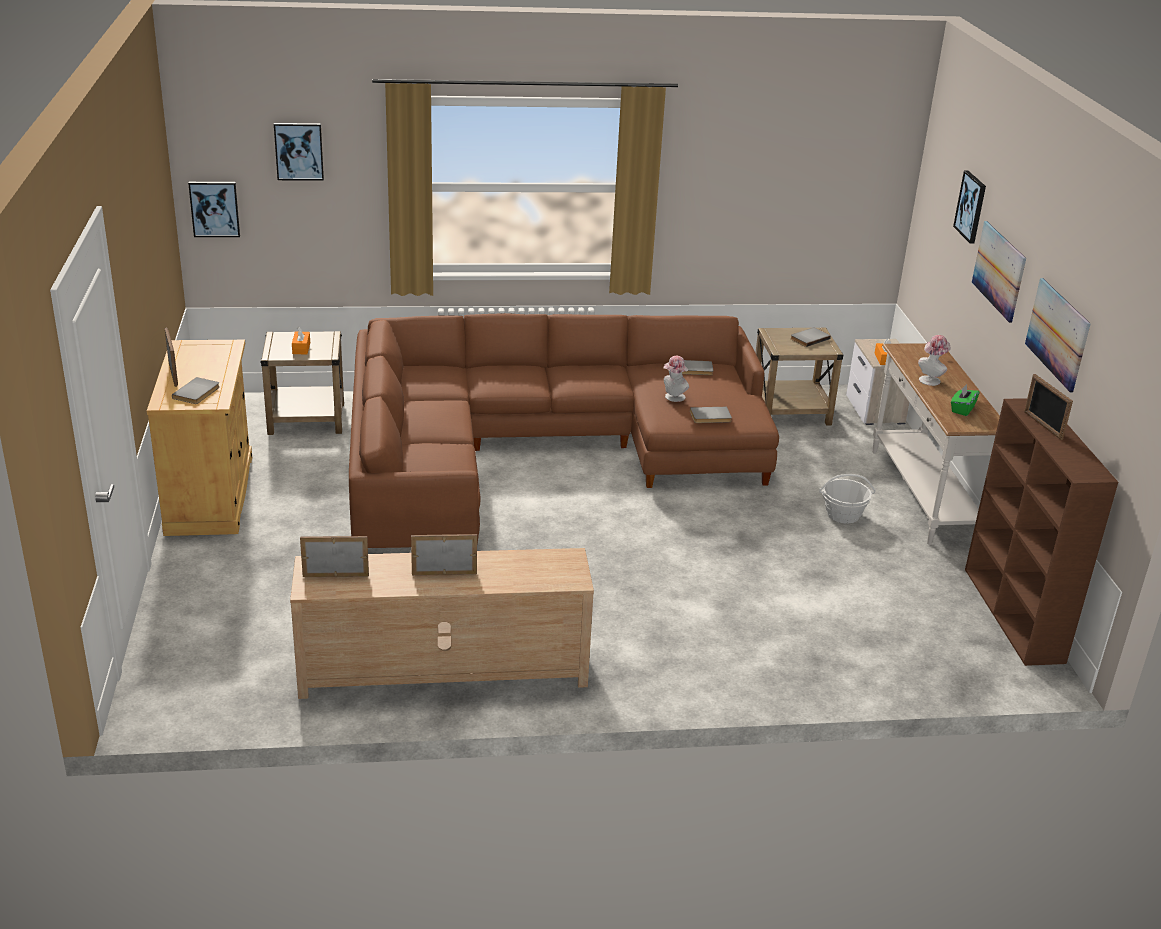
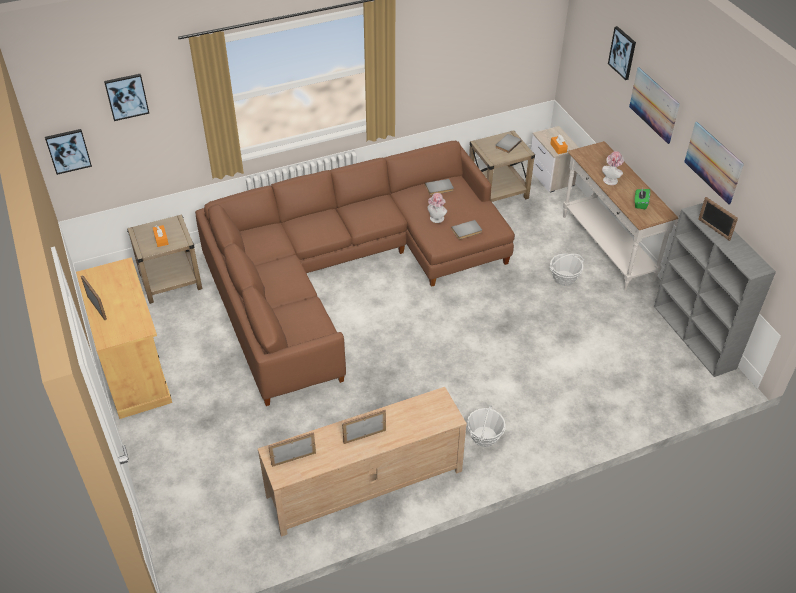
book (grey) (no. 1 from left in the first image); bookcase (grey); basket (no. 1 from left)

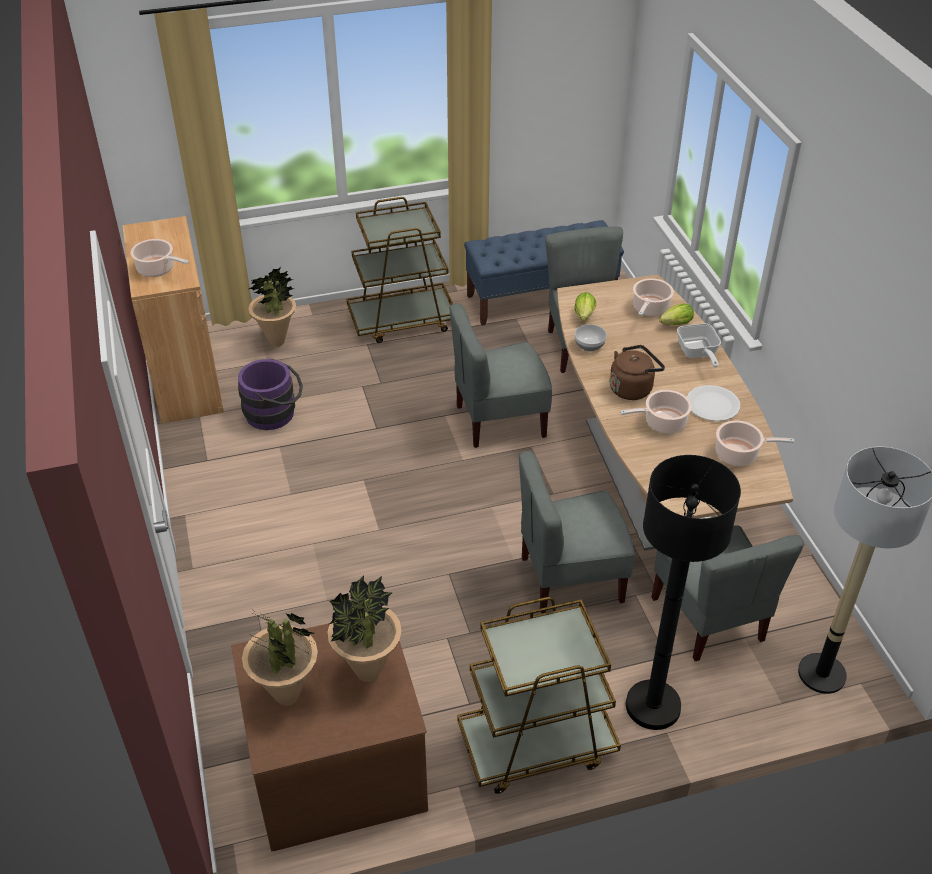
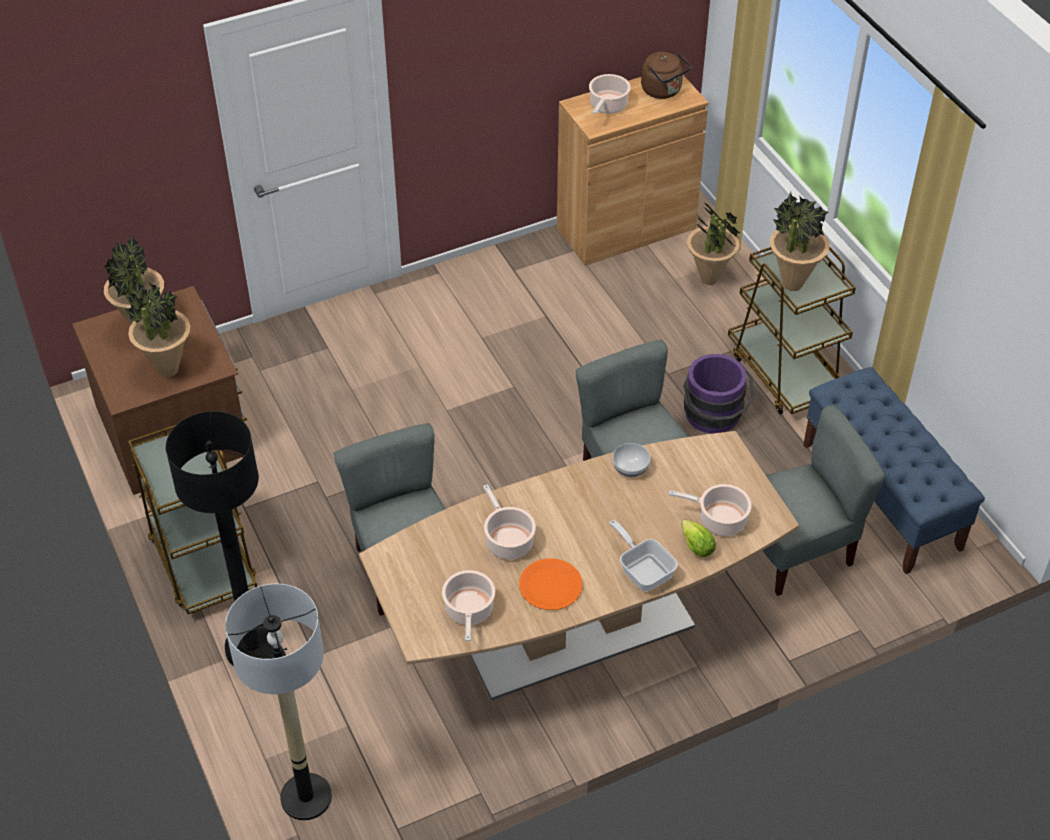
lettuce (no. 1 from left in the first image); frying pan; kettle (brown); bucket (purple); plate (orange); chair (grey) (no. 4 from left in the first image); potted plant (no. 4 from left)

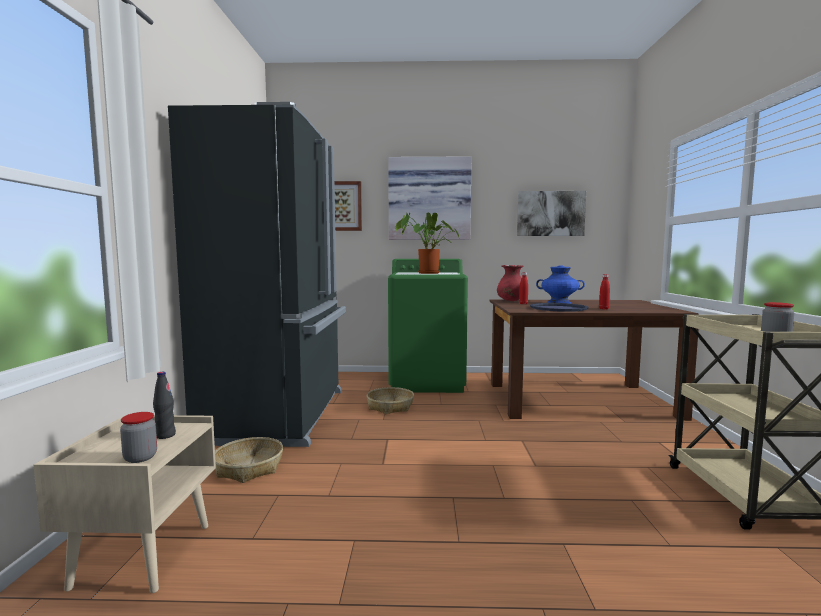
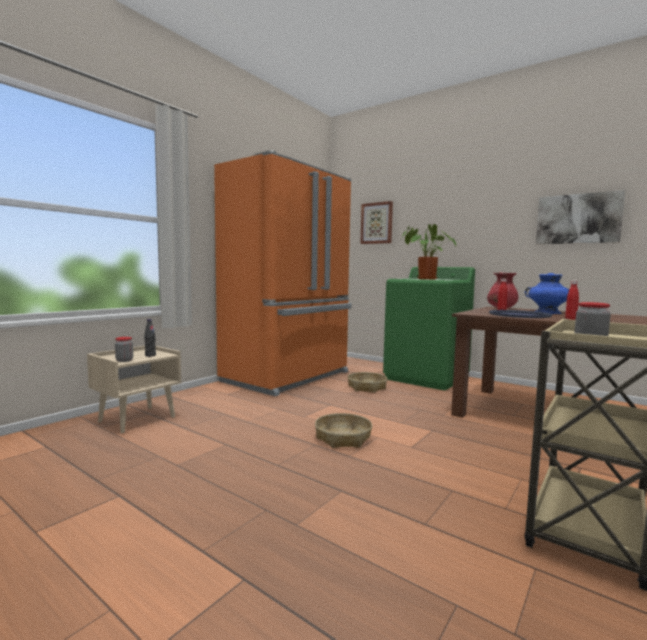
fridge (orange); picture (no. 2 from left in the first image); basket (no. 1 from left)

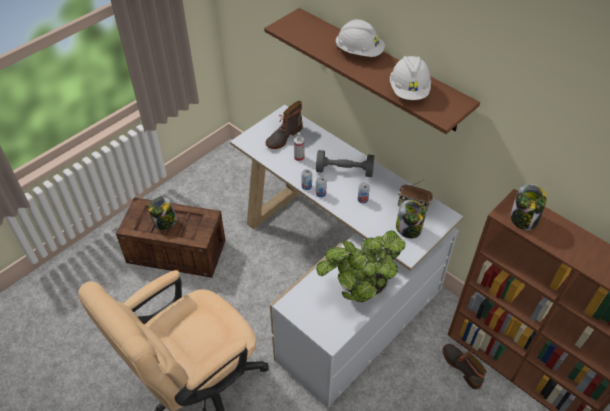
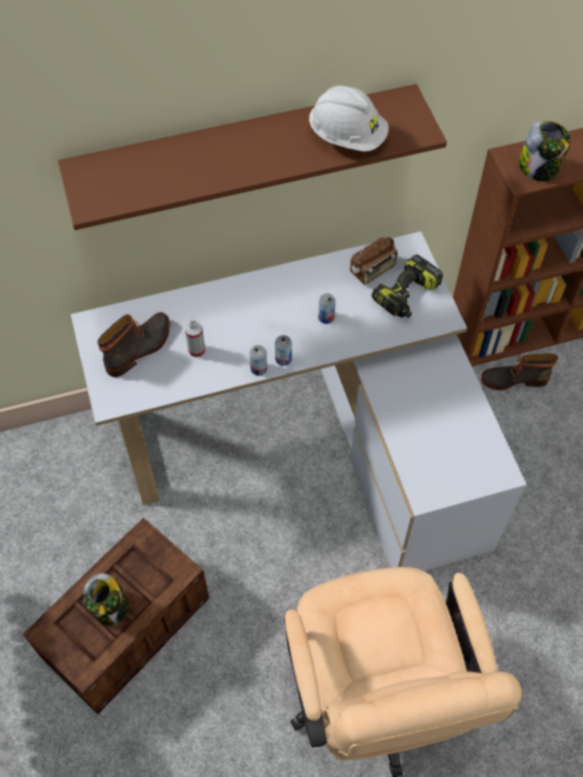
hard hat (white) (no. 1 from left in the first image); boot (no. 1 from left); dumbbell (grey); power drill; potted plant

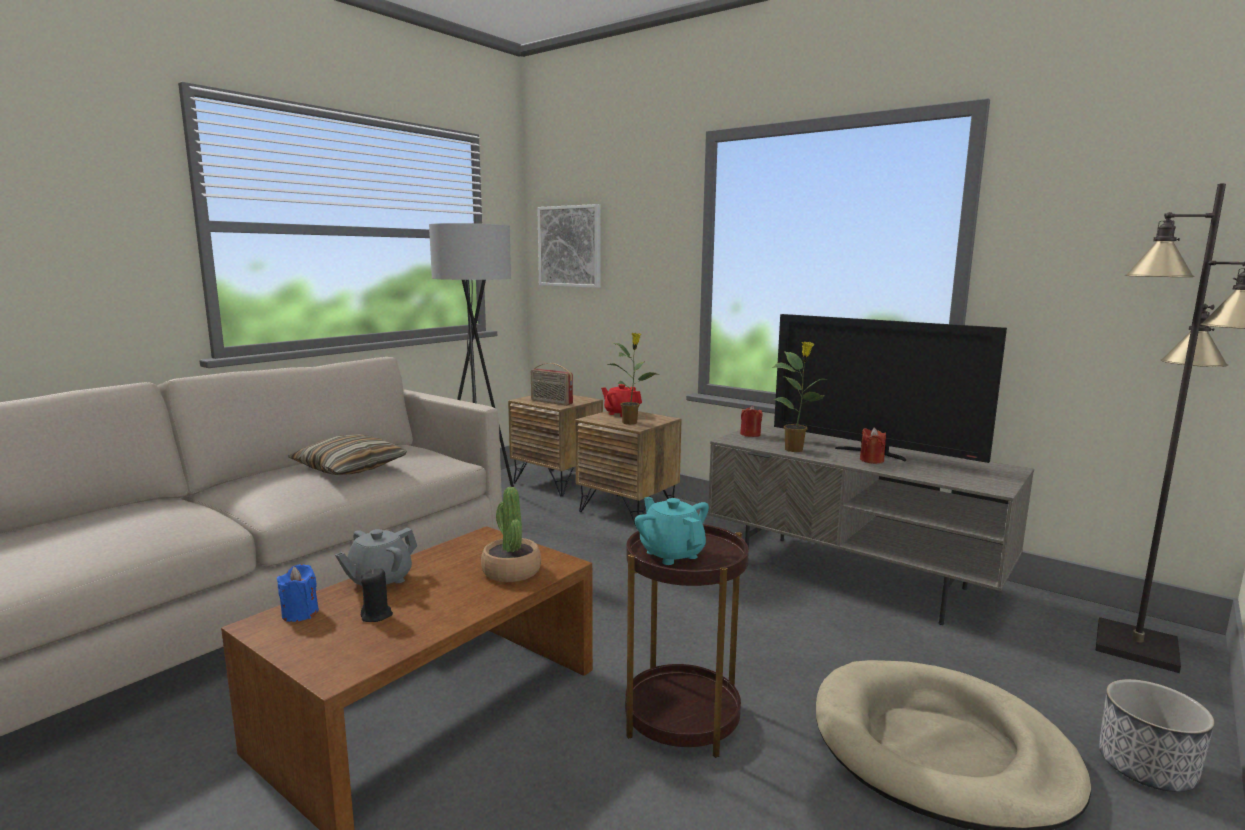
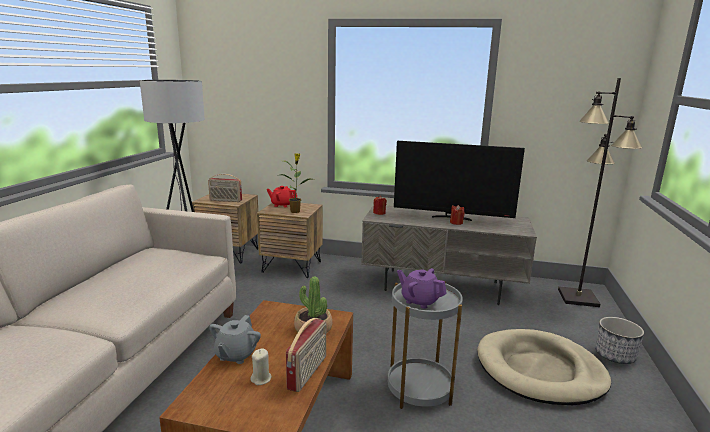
picture; potted plant (no. 3 from left in the first image); pillow; teapot (purple); side table (grey); candle (blue); candle (beige); radio (no. 2 from left)

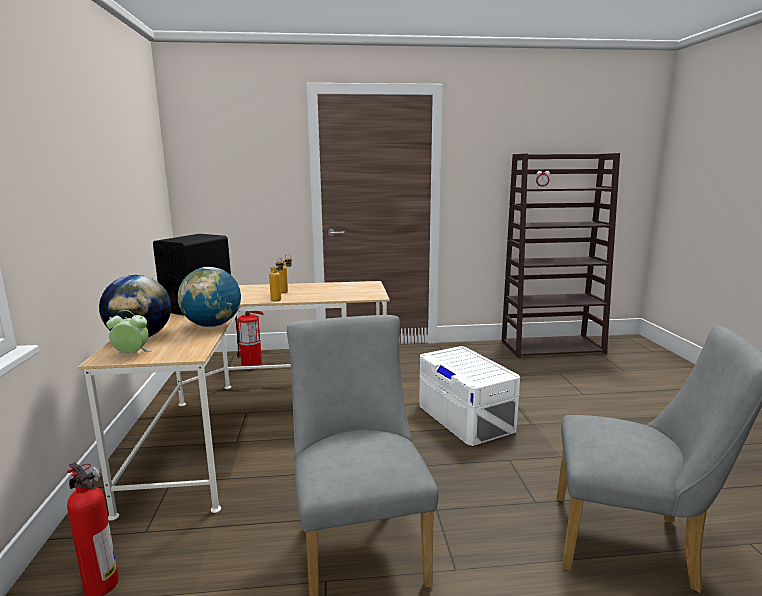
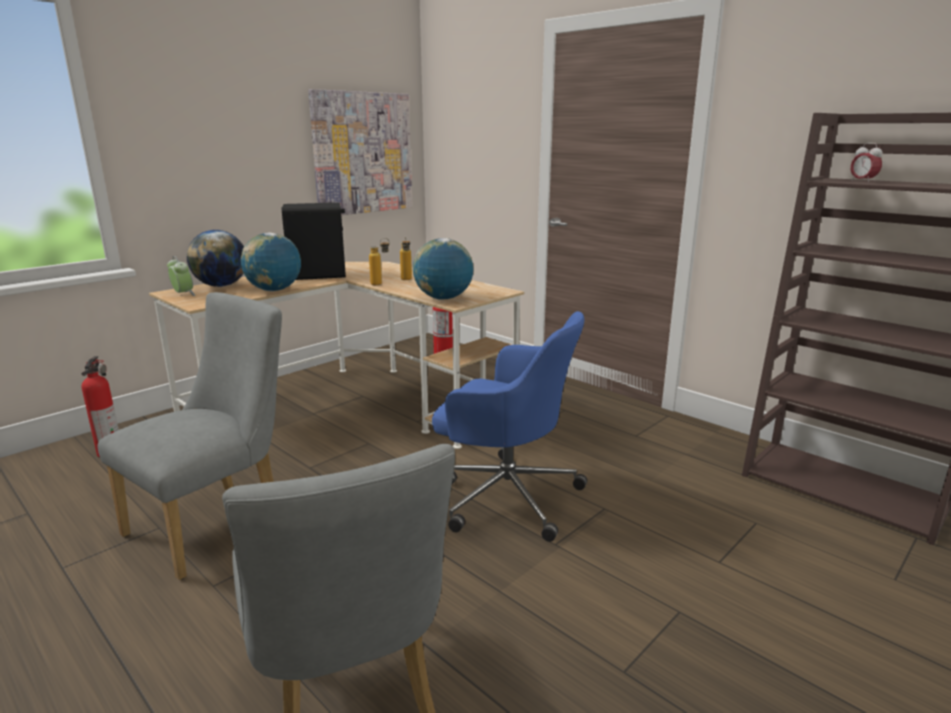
office chair (blue); picture; globe (no. 3 from left)

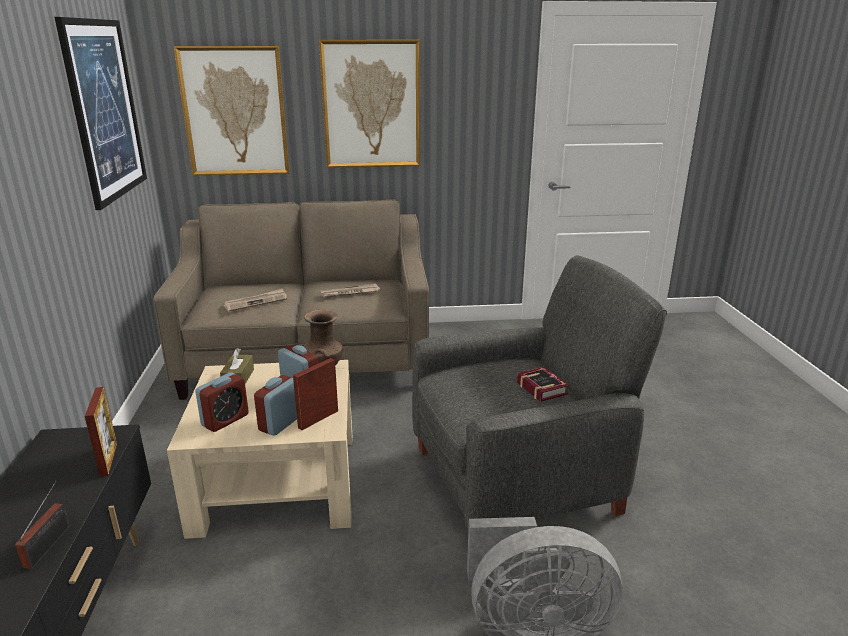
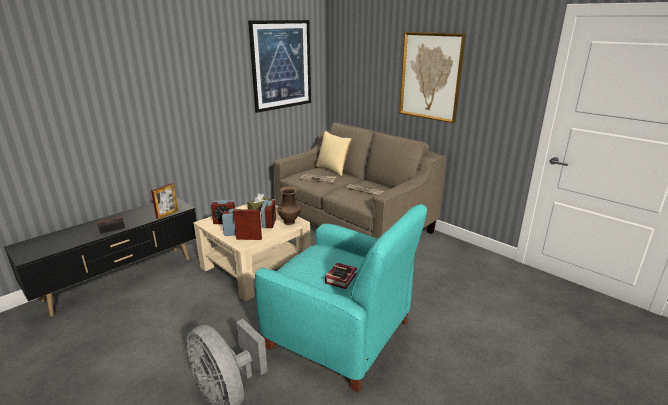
picture (no. 2 from left in the first image); armchair (turquoise); pillow

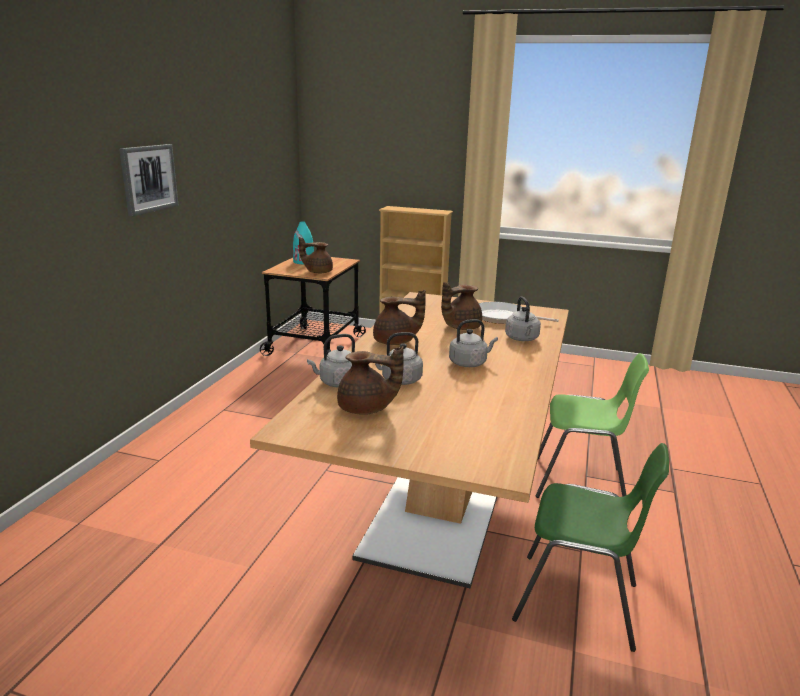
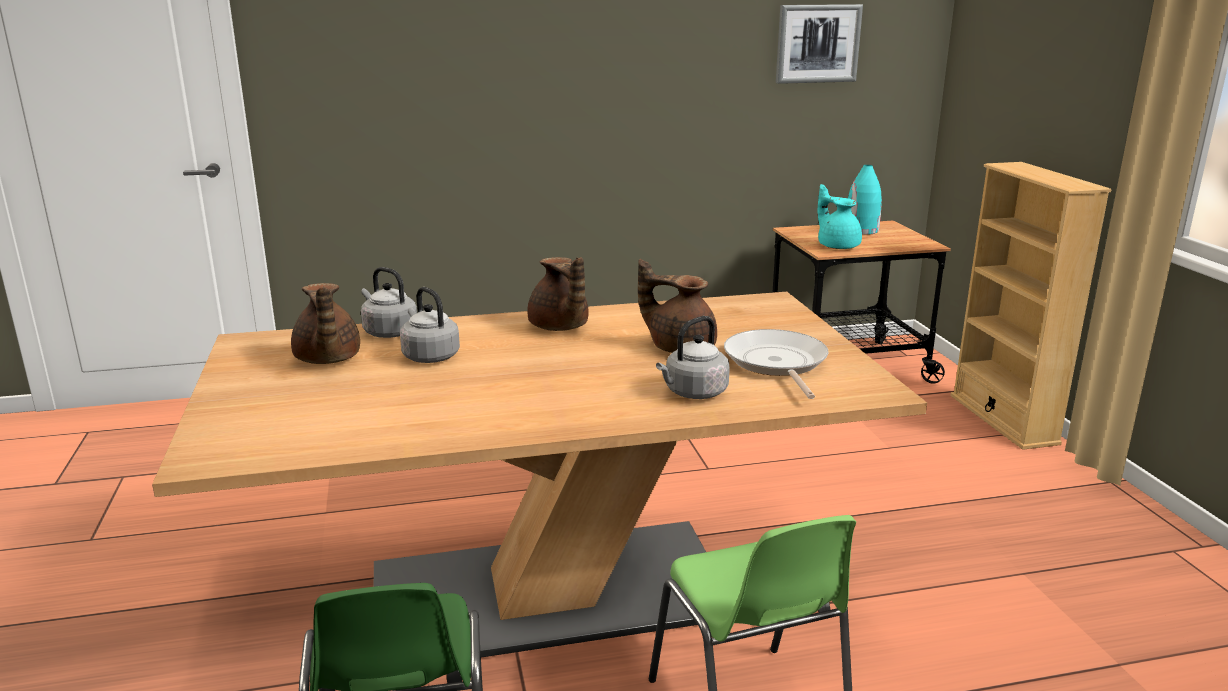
picture; teapot (turquoise); kettle (grey) (no. 3 from left in the first image)

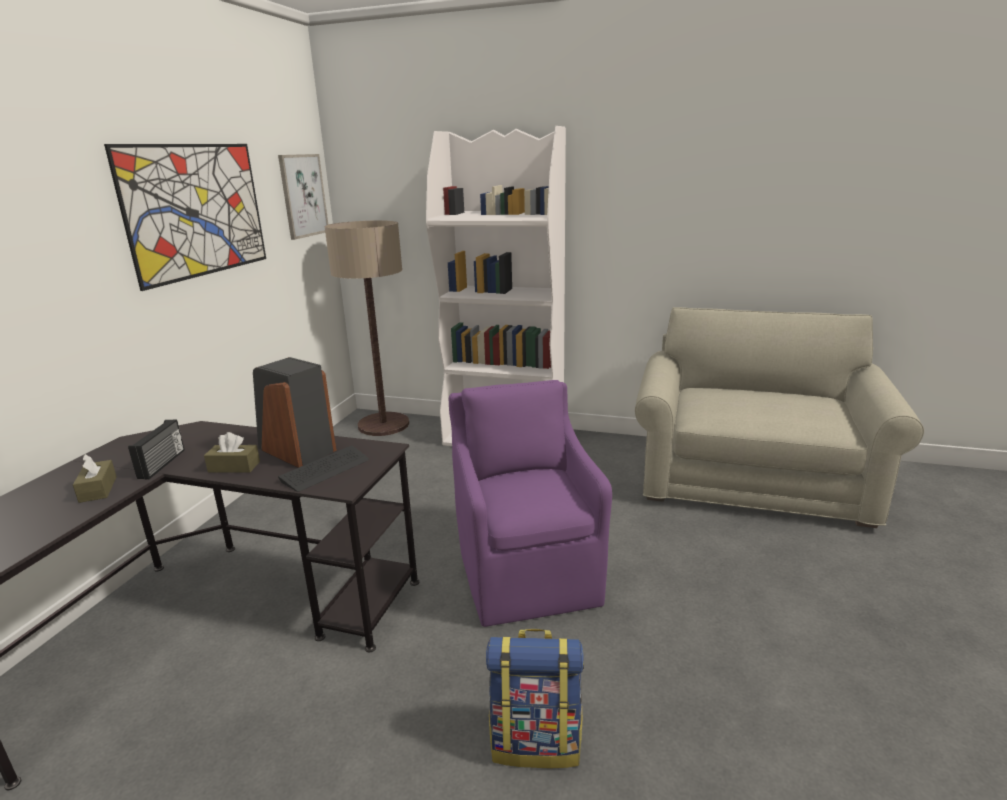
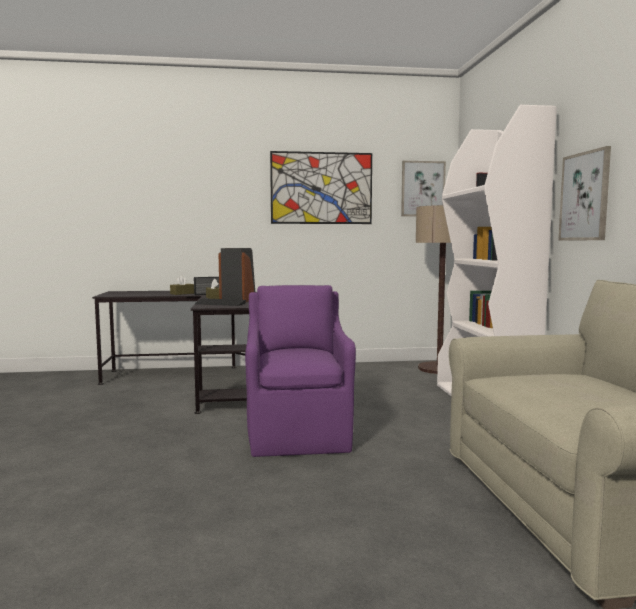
armchair (purple); backpack; picture (no. 3 from left)

